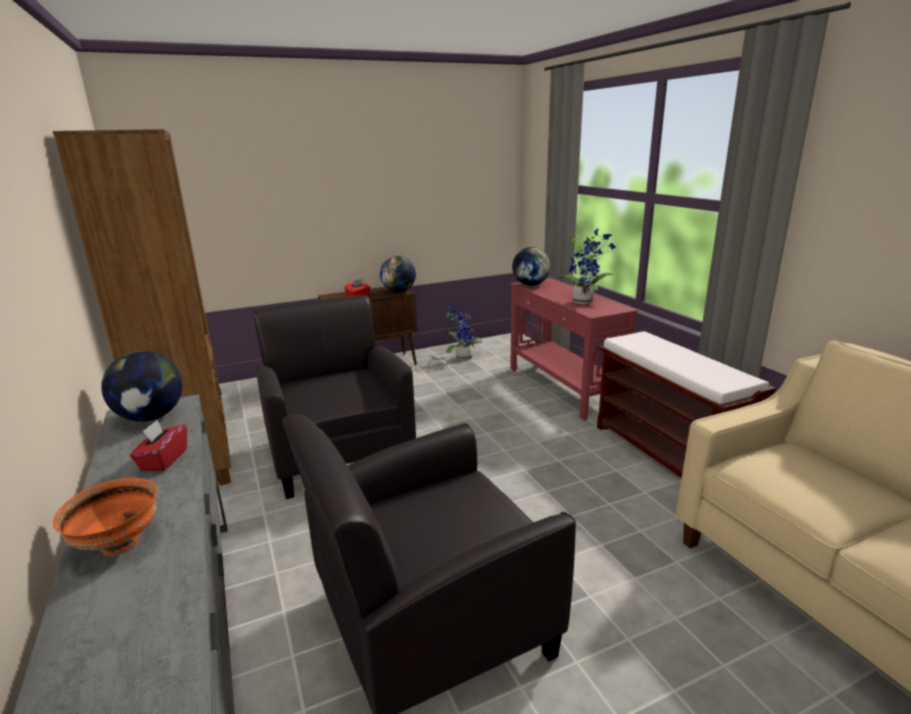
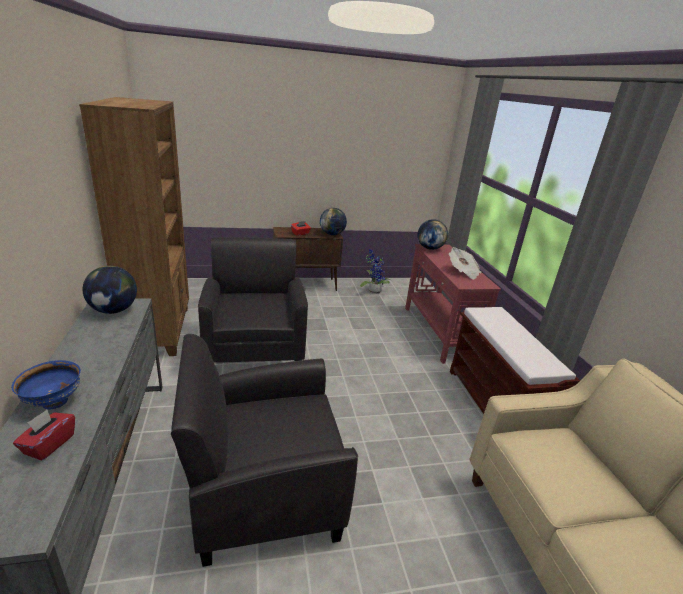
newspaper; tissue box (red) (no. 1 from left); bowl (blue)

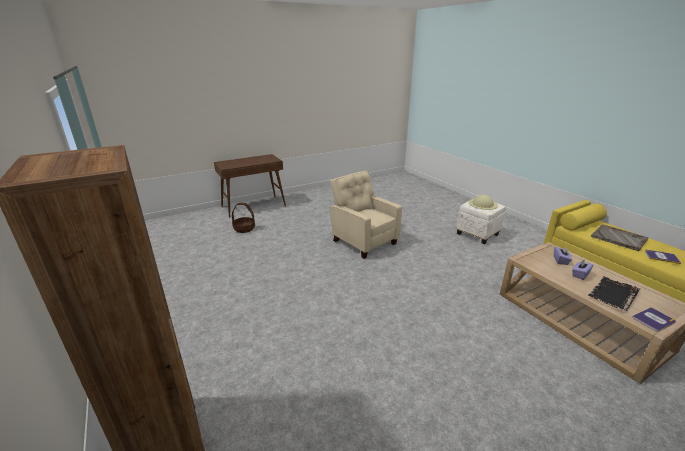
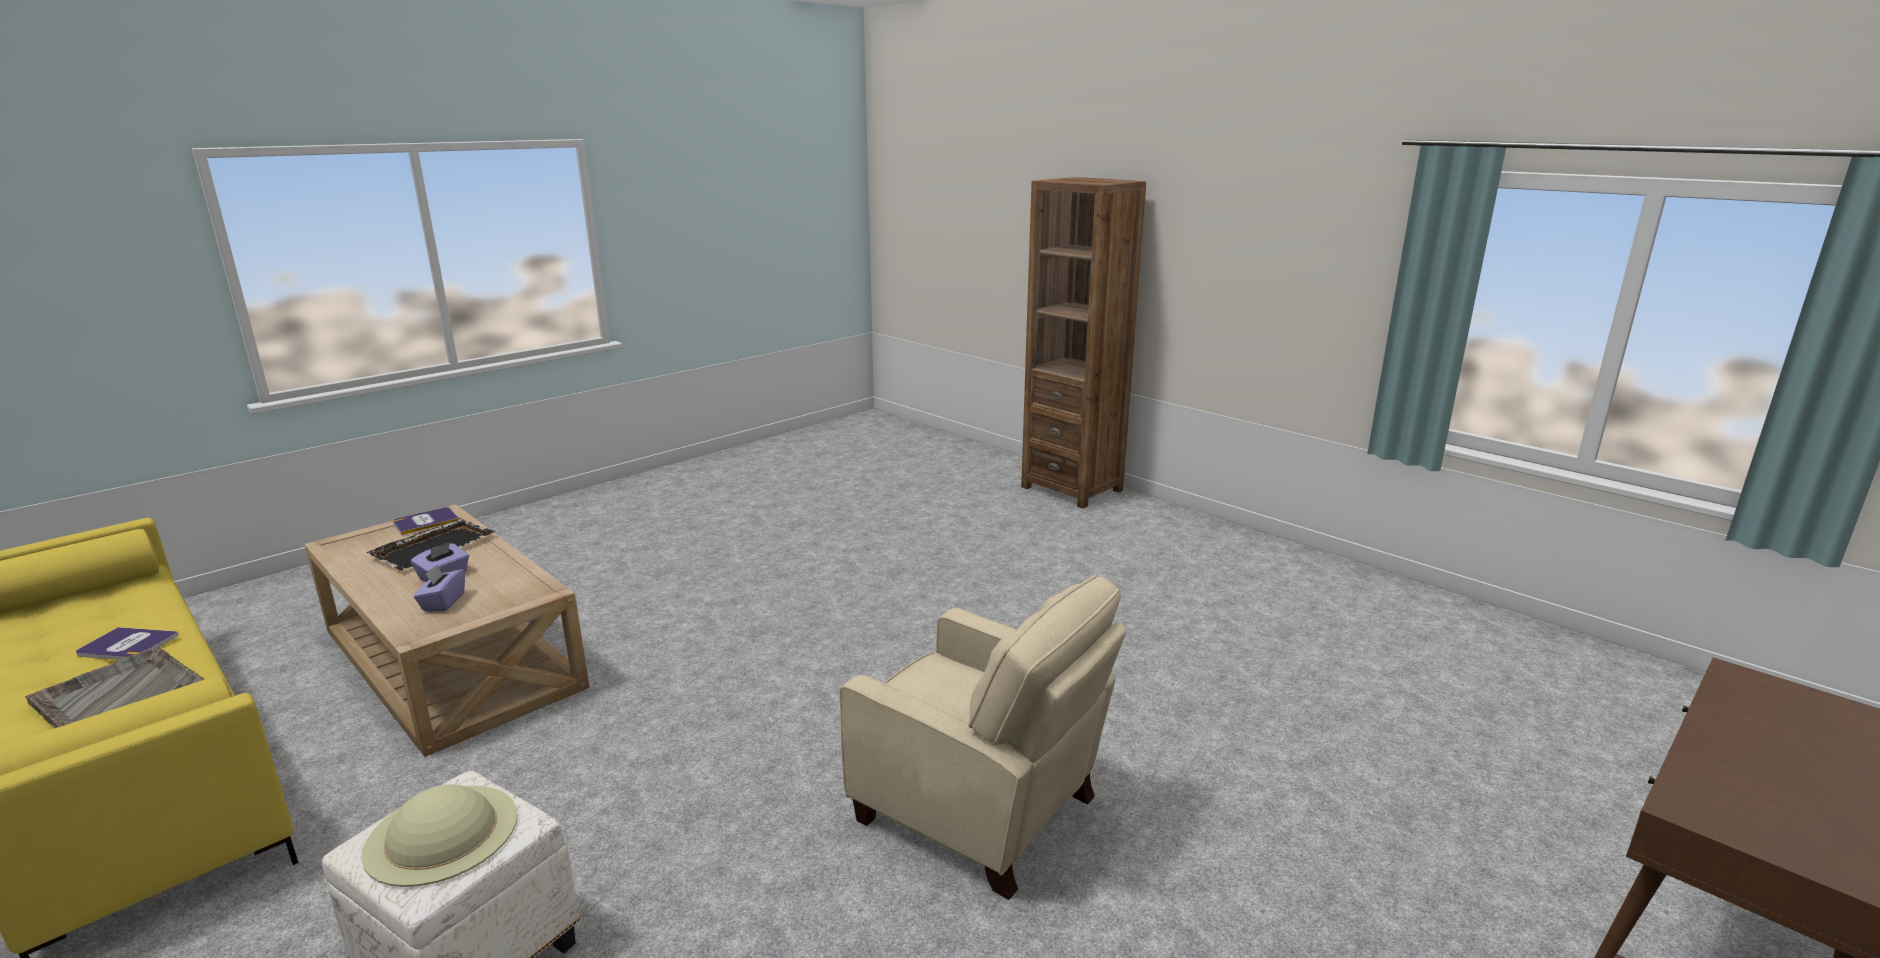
basket

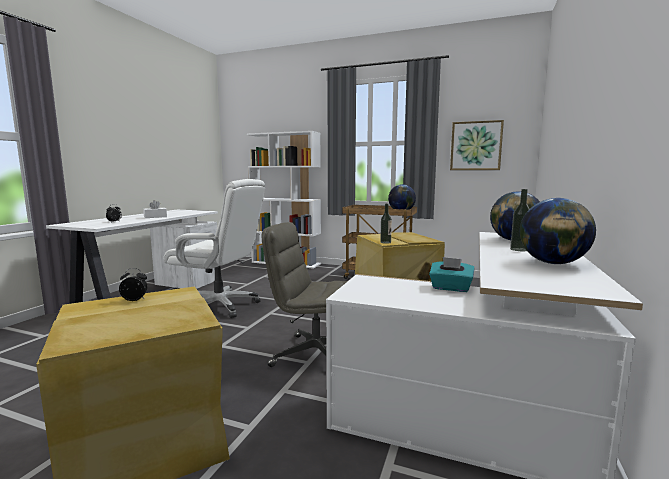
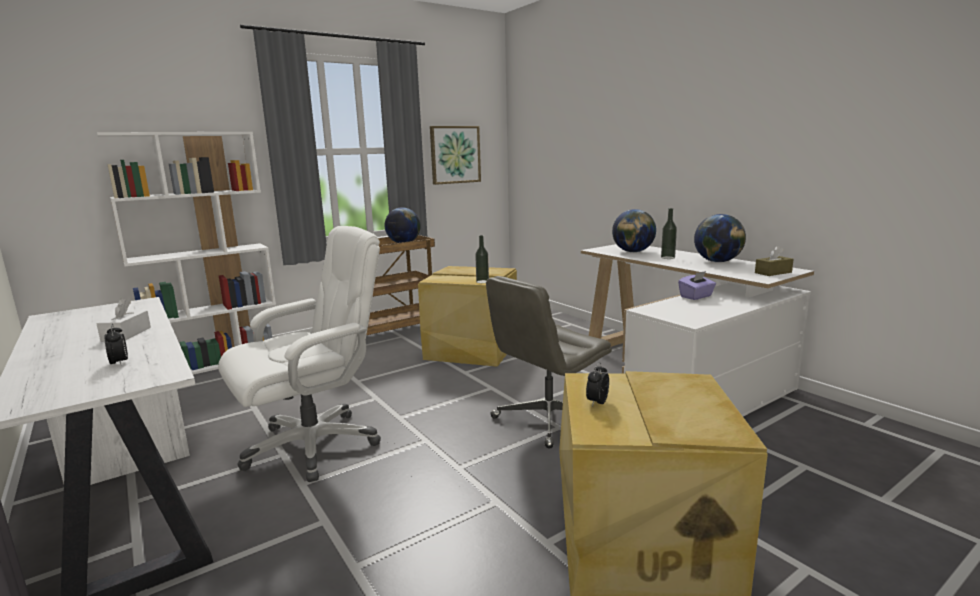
tissue box (purple); tissue box (brown)

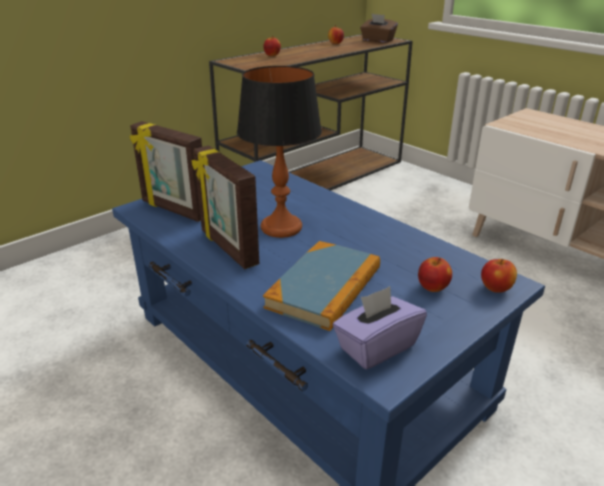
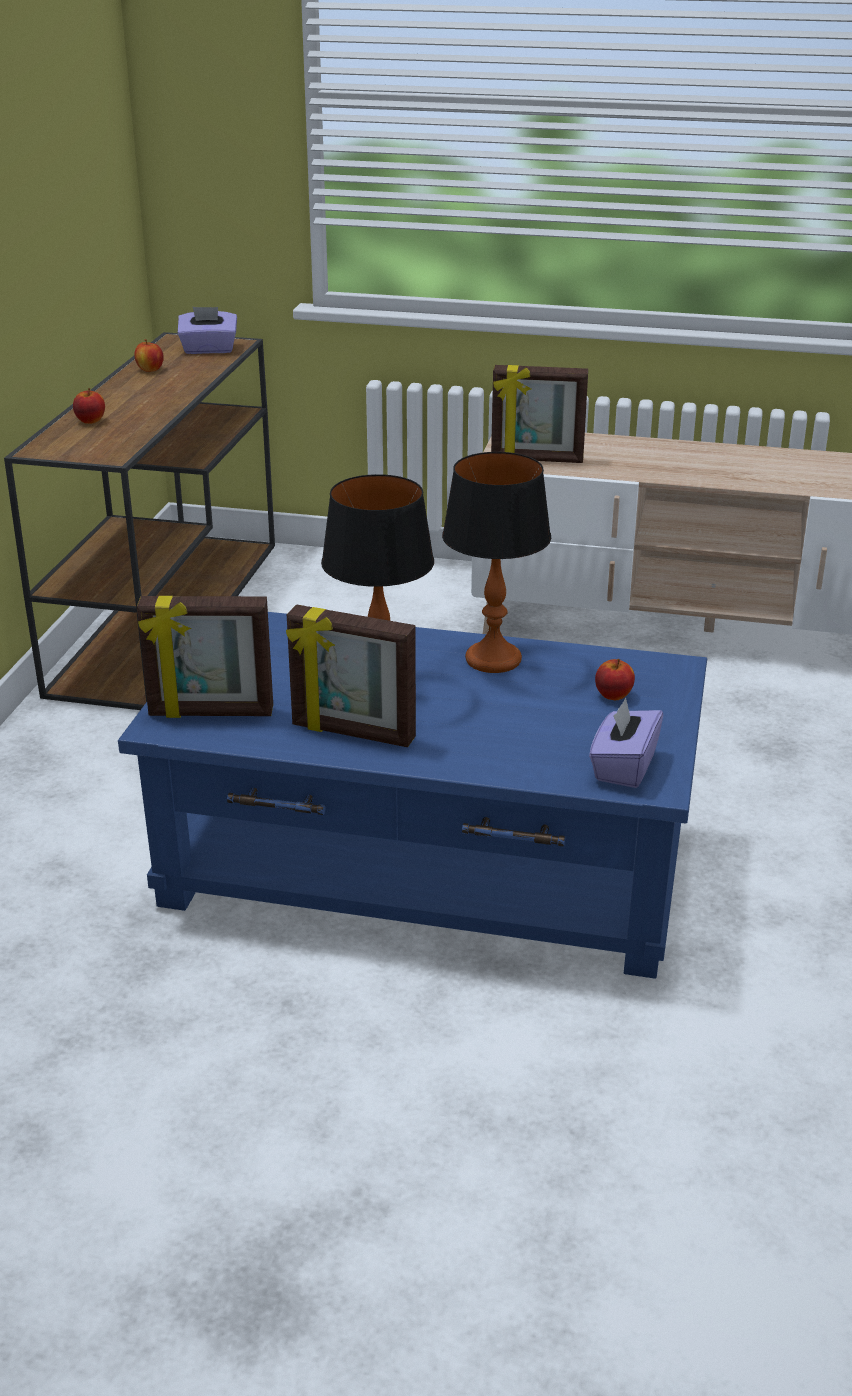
tissue box (purple) (no. 1 from left); book; apple (no. 4 from left in the first image); picture frame (no. 3 from left); table lamp (no. 2 from left)

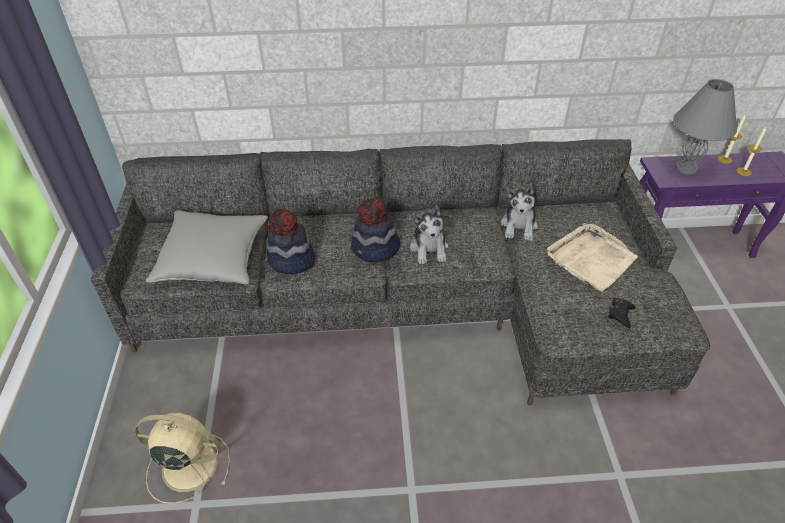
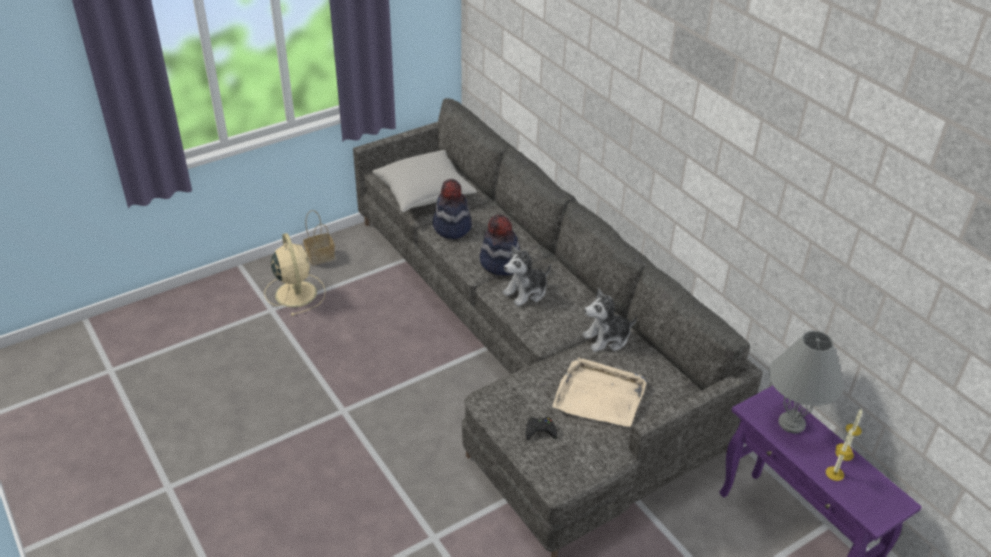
basket

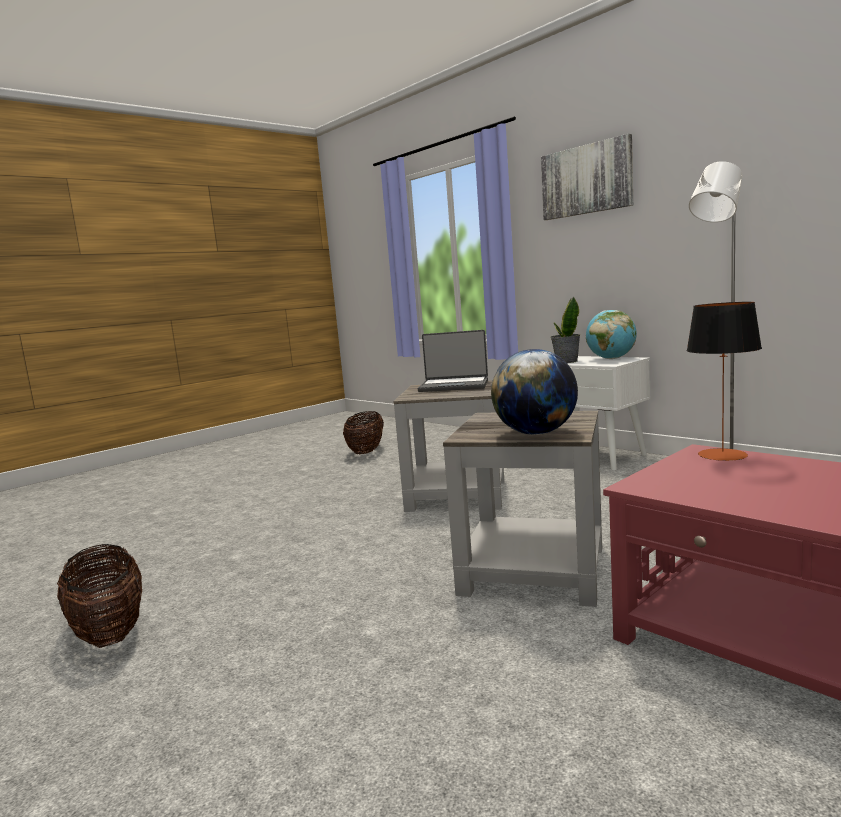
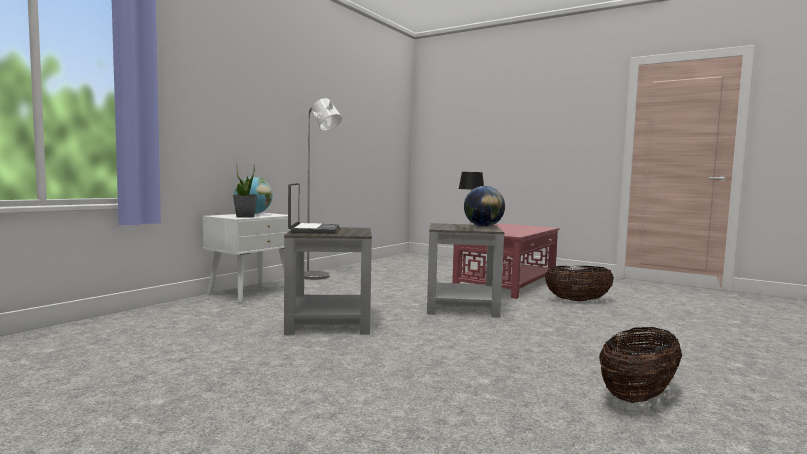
picture; basket (no. 1 from left)

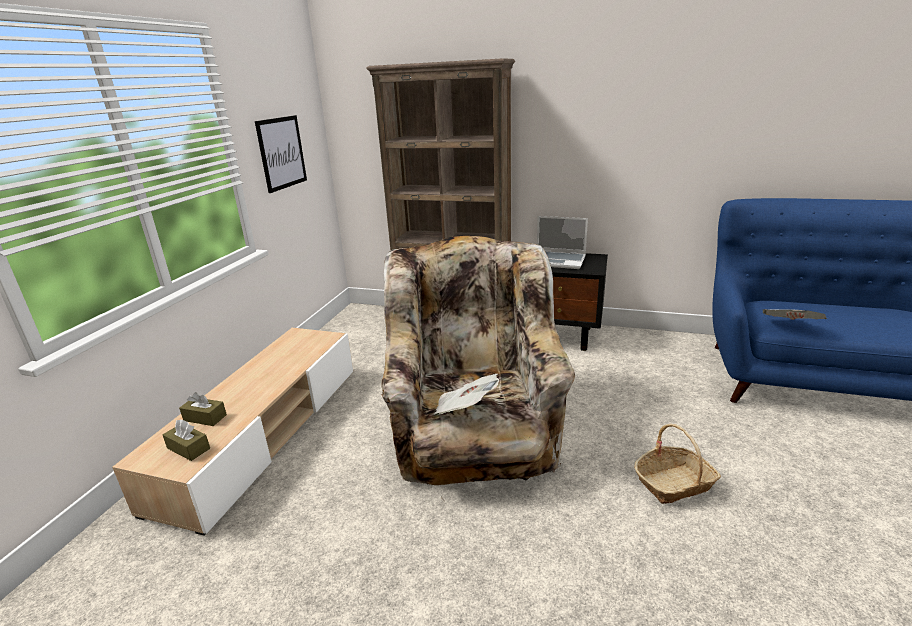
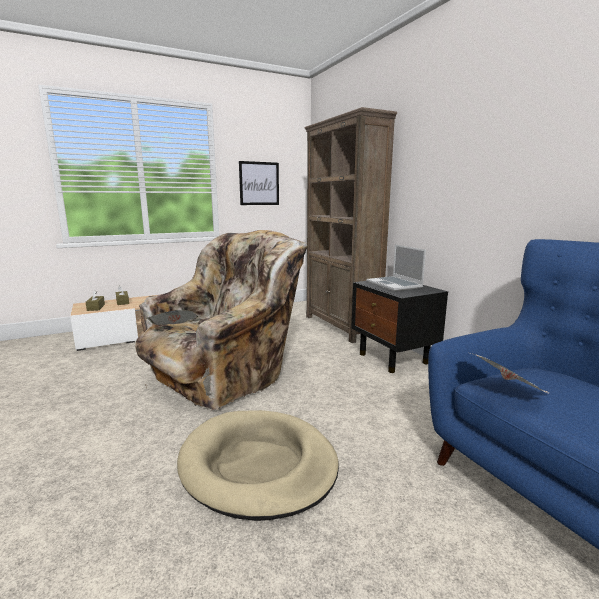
dog bed (beige)

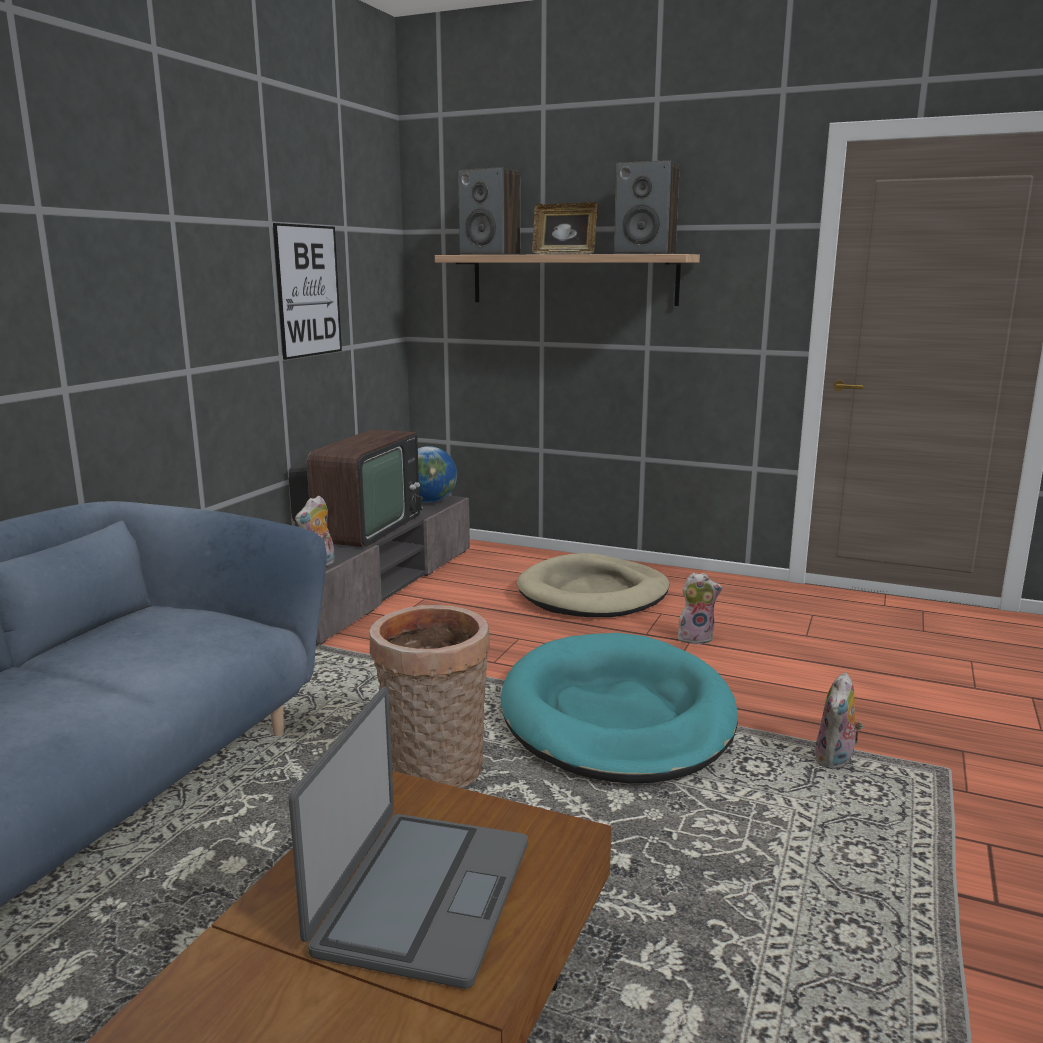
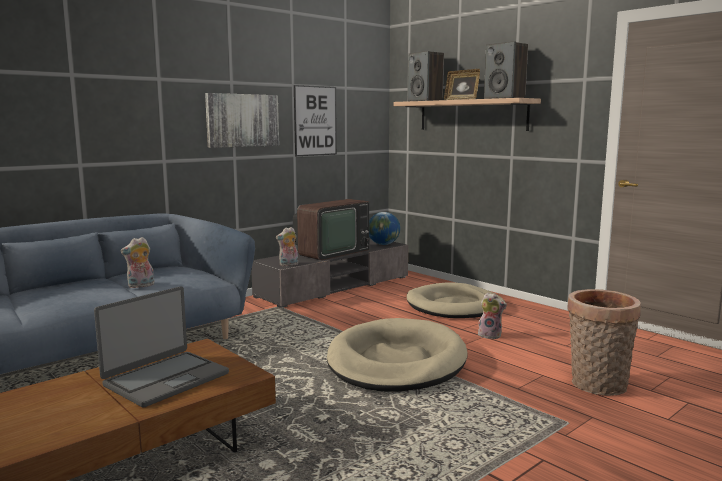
basket; dog bed (beige) (no. 1 from left); plush toy (no. 1 from left); picture (no. 1 from left)

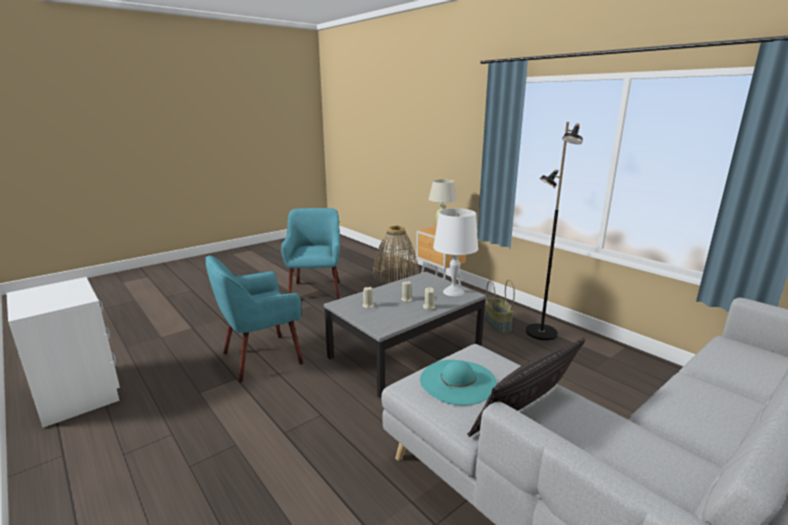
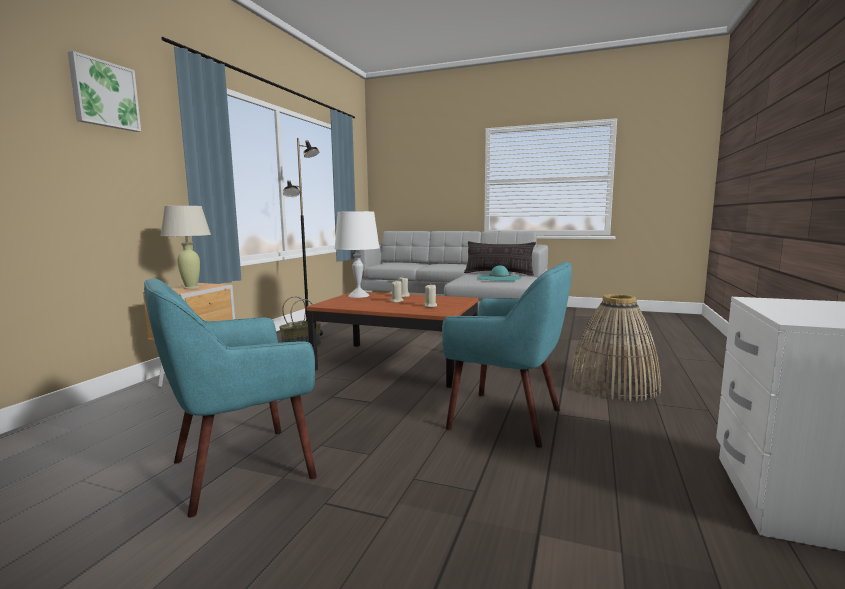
basket (no. 2 from left); coffee table (brown); picture

